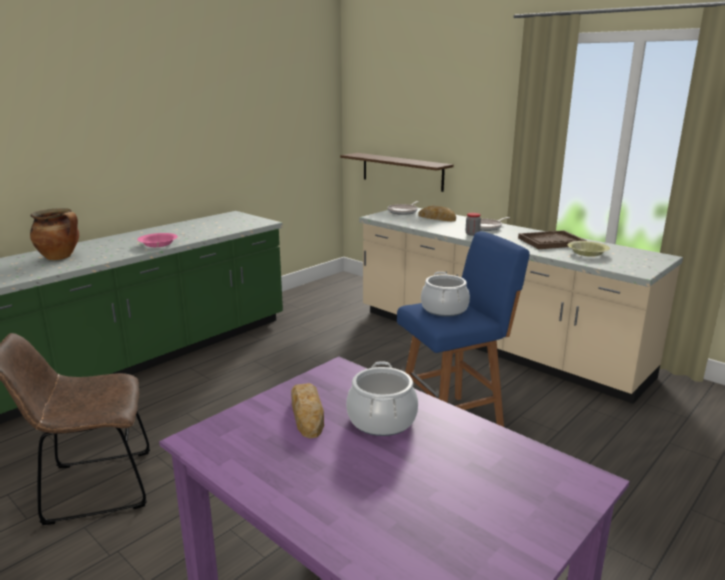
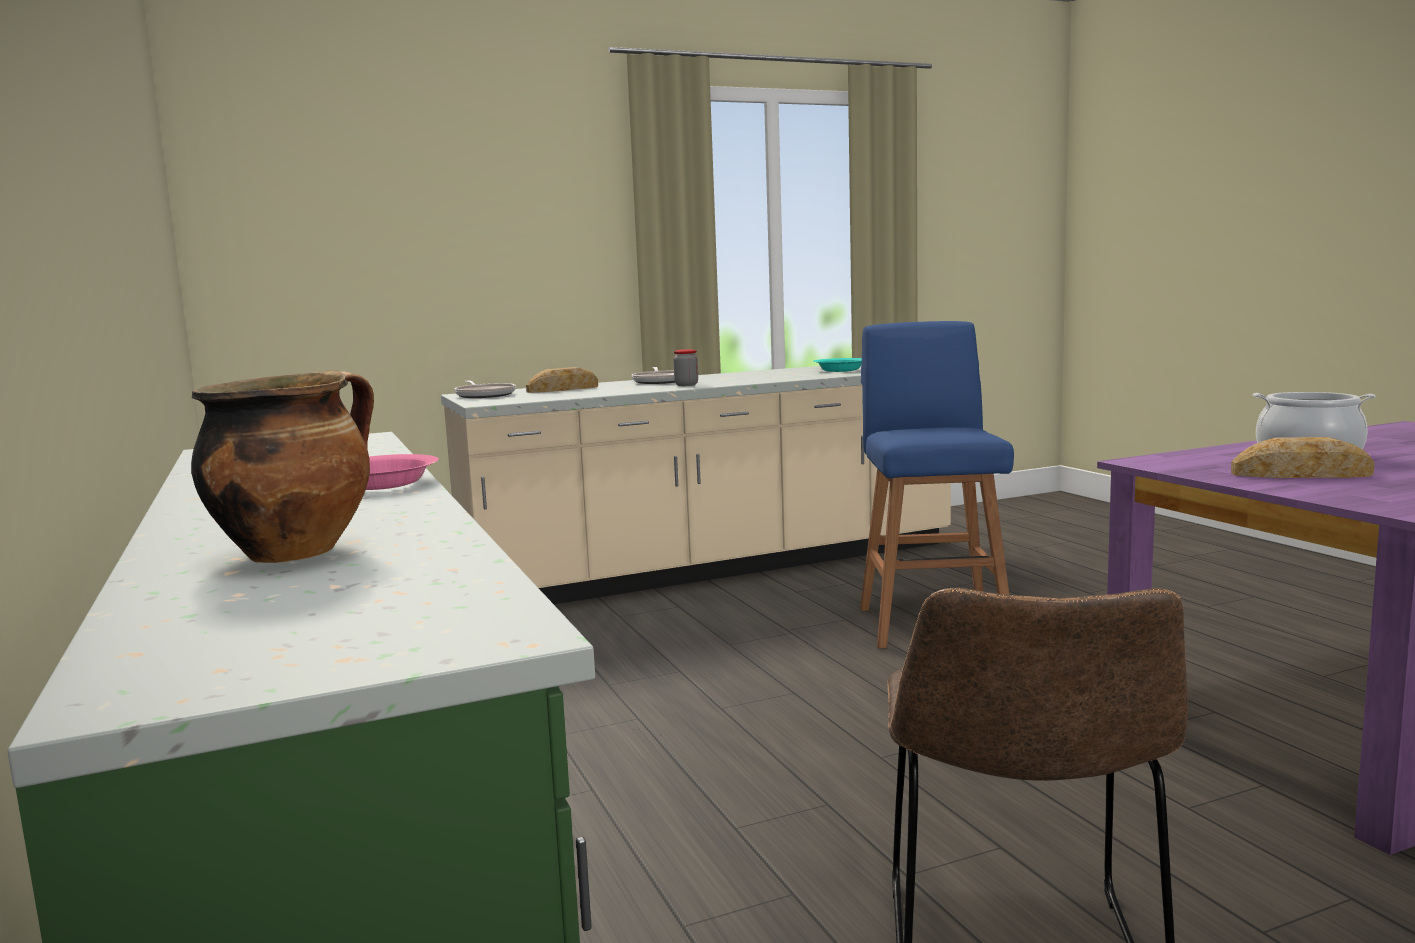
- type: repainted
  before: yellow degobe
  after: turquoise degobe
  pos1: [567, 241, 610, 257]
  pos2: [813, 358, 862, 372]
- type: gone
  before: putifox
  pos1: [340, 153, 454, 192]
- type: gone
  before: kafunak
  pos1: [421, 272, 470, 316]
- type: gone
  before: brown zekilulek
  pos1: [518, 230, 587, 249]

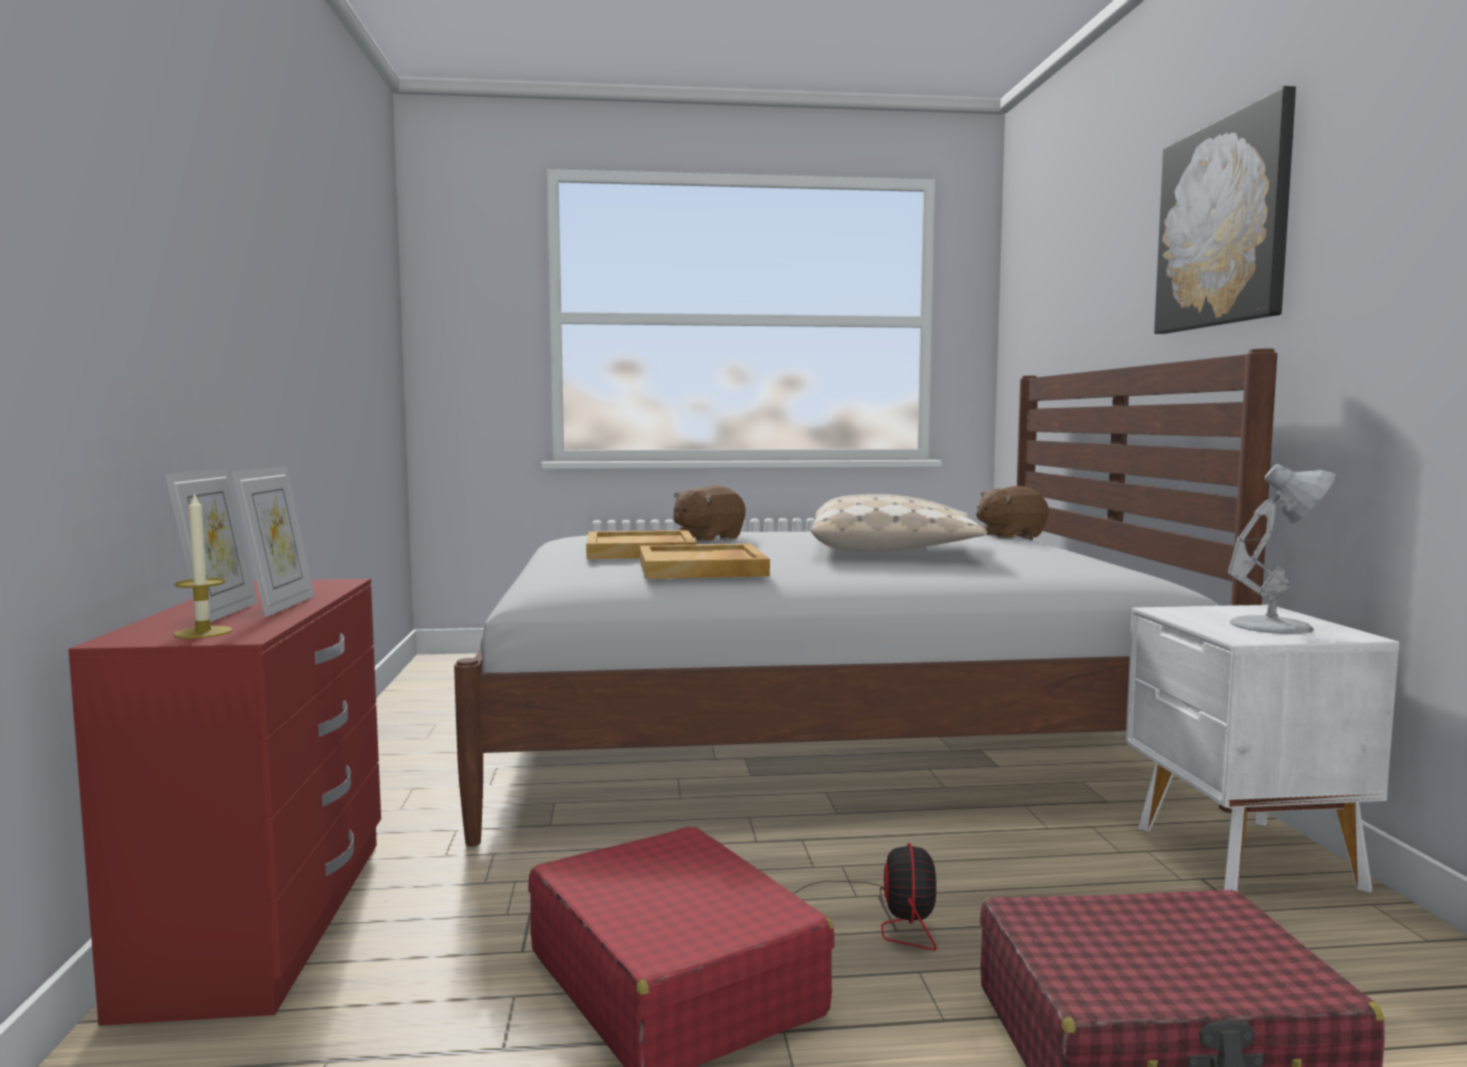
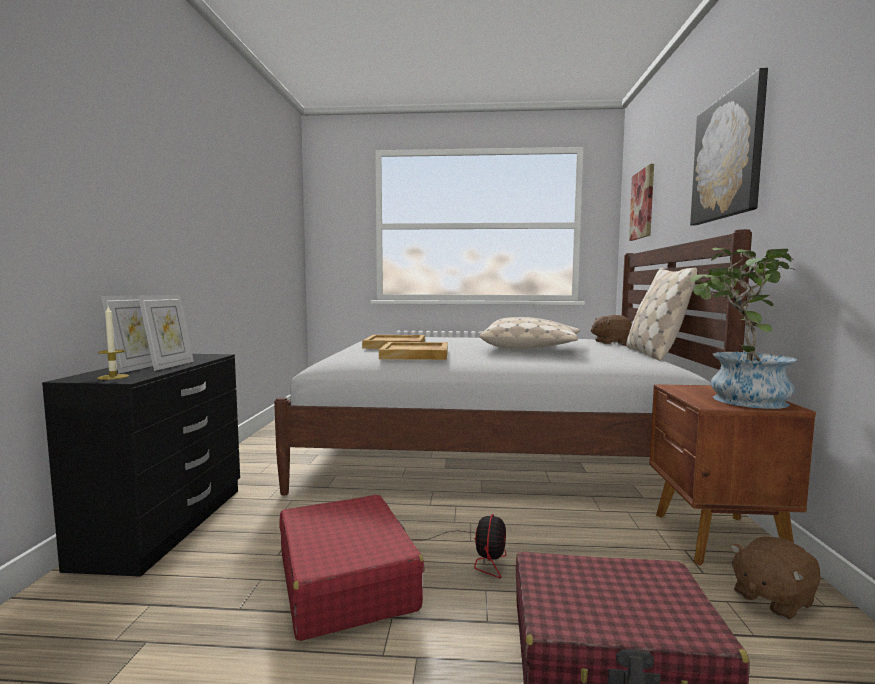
- type: repainted
  before: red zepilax
  after: black zepilax
  pos1: [68, 579, 381, 1026]
  pos2: [42, 354, 240, 577]
- type: new
  after: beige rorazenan
  pos2: [626, 267, 697, 361]
- type: new
  after: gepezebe
  pos2: [629, 164, 654, 241]
- type: repainted
  before: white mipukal
  after: brown mipukal
  pos1: [1126, 605, 1399, 893]
  pos2: [649, 384, 816, 566]
- type: swapped
  before: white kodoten
  after: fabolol
  pos1: [1228, 464, 1336, 634]
  pos2: [688, 248, 797, 409]
- type: shifted
  before: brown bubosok
  pos1: [673, 485, 746, 542]
  pos2: [730, 536, 821, 620]

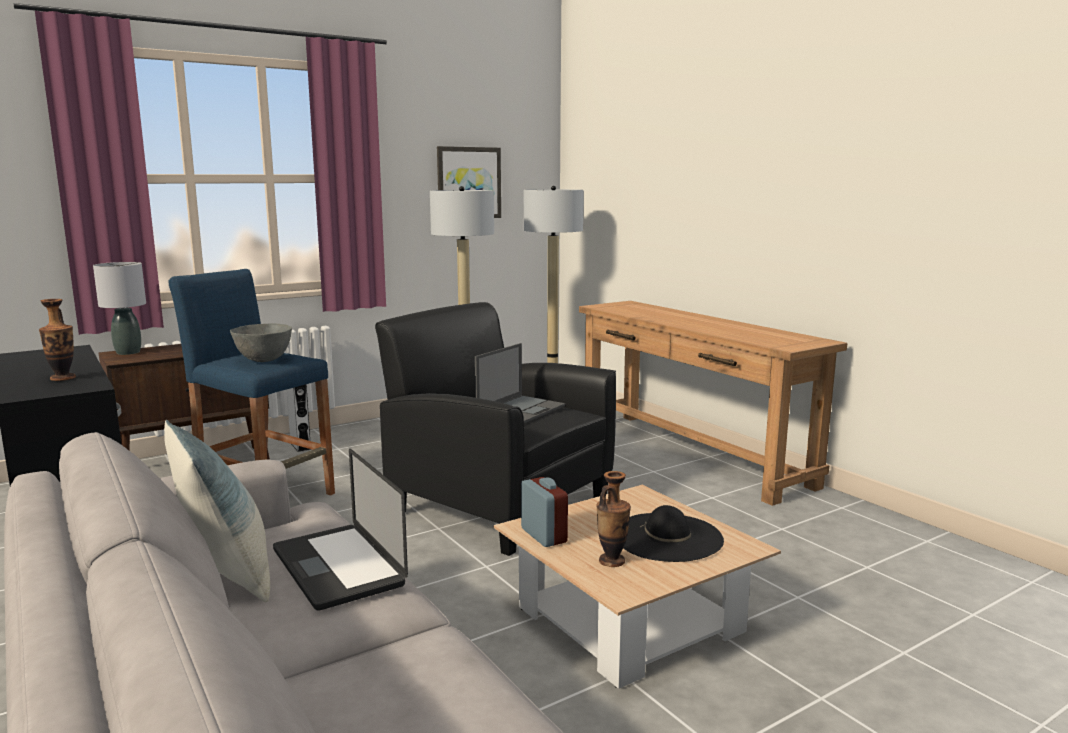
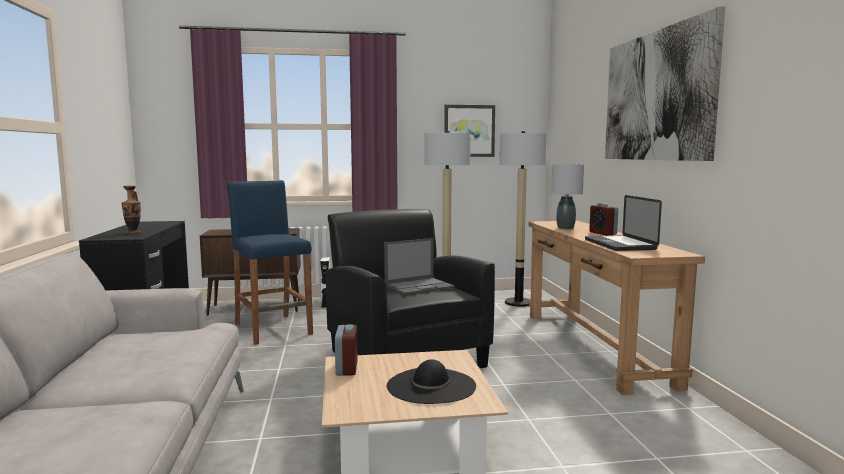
- type: shifted
  before: grey kodoten
  pos1: [93, 262, 146, 355]
  pos2: [551, 164, 584, 229]
- type: shifted
  before: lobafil
  pos1: [273, 449, 408, 611]
  pos2: [585, 195, 662, 251]
- type: new
  after: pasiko
  pos2: [589, 203, 618, 235]
- type: new
  after: gepezebe
  pos2: [605, 7, 725, 161]
- type: gone
  before: rorazenan
  pos1: [164, 420, 270, 602]
- type: gone
  before: grey degobe
  pos1: [230, 323, 292, 362]
- type: gone
  before: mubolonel
  pos1: [596, 471, 631, 567]

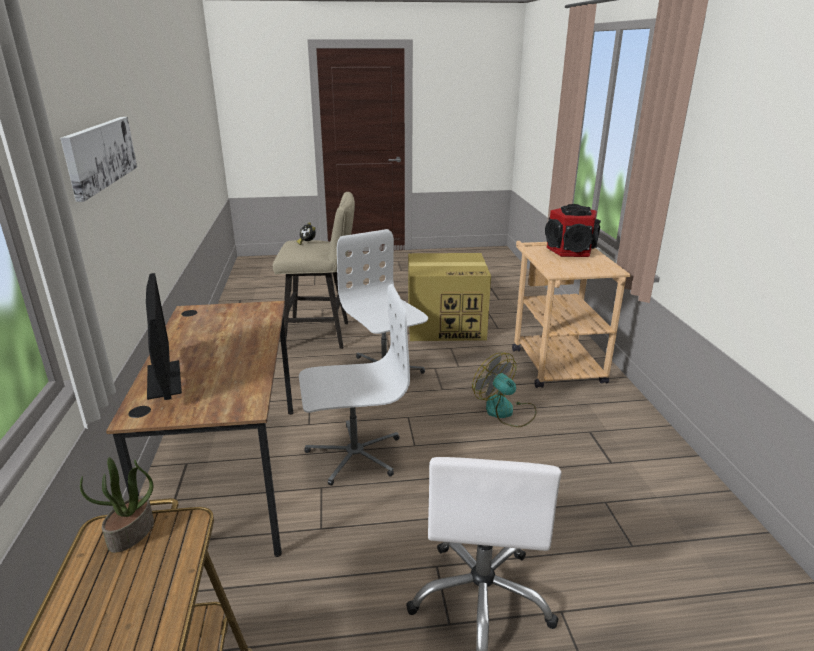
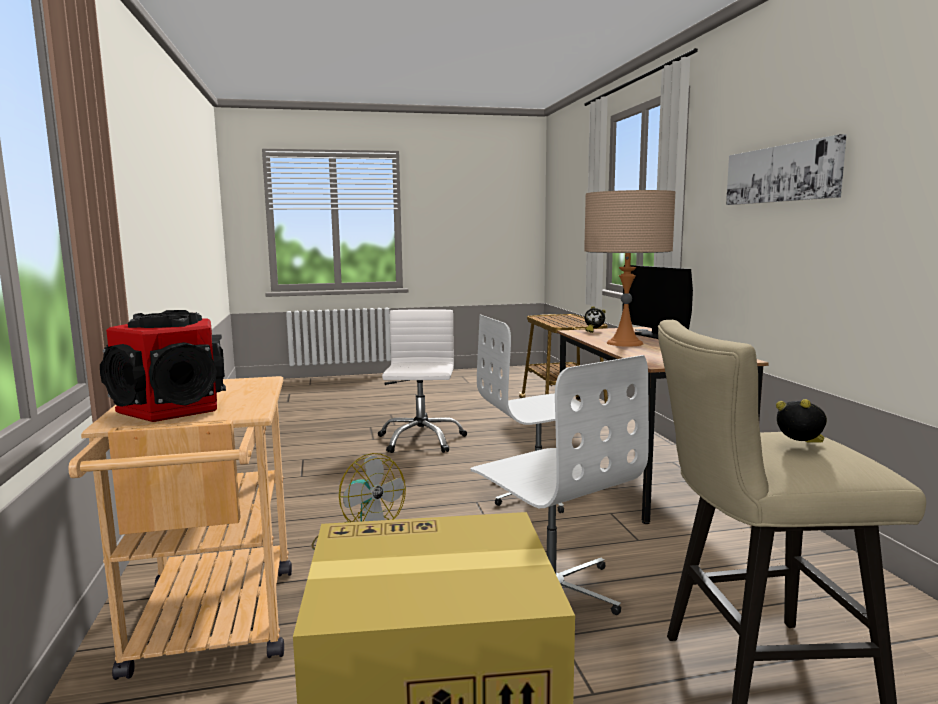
- type: new
  after: beige kodoten
  pos2: [584, 190, 675, 347]
- type: new
  after: pasiko
  pos2: [584, 306, 606, 333]
- type: gone
  before: fabolol
  pos1: [80, 457, 154, 553]

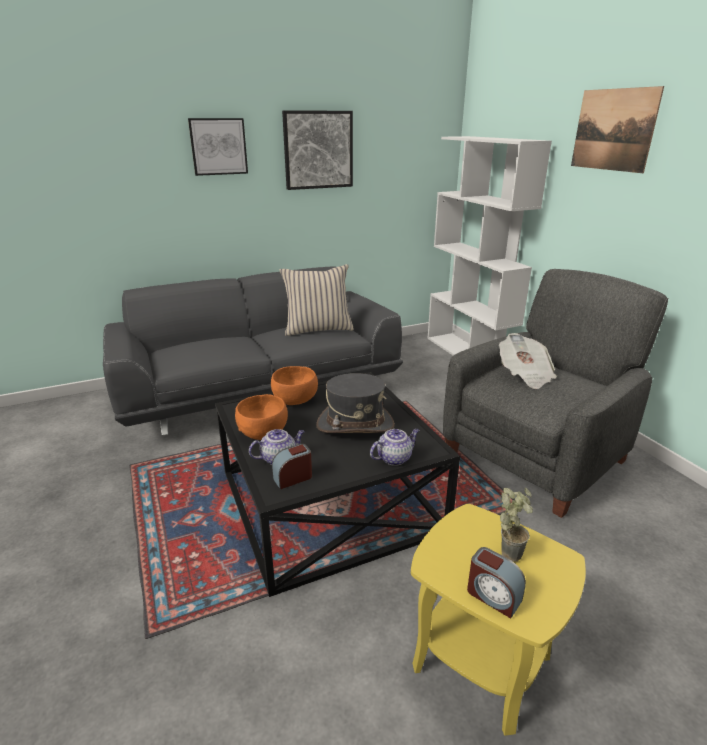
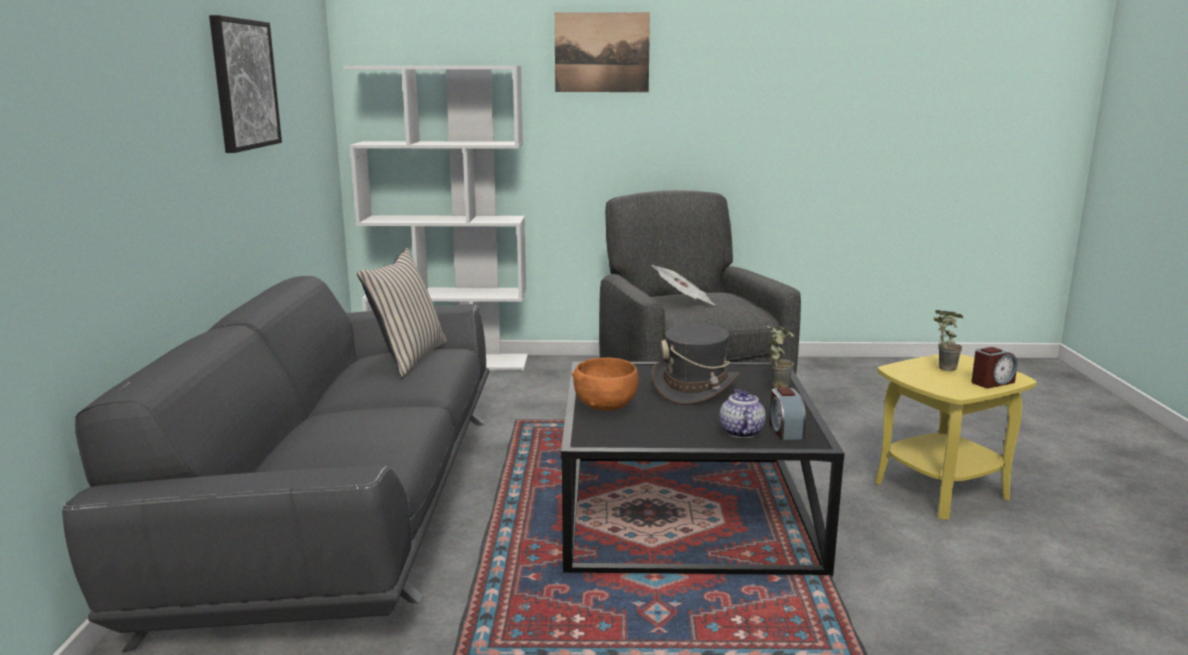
- type: swapped
  before: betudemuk
  after: fabolol
  pos1: [370, 429, 419, 466]
  pos2: [767, 326, 795, 388]
- type: gone
  before: gepezebe
  pos1: [188, 118, 248, 176]
- type: gone
  before: orange degobe
  pos1: [235, 394, 288, 440]

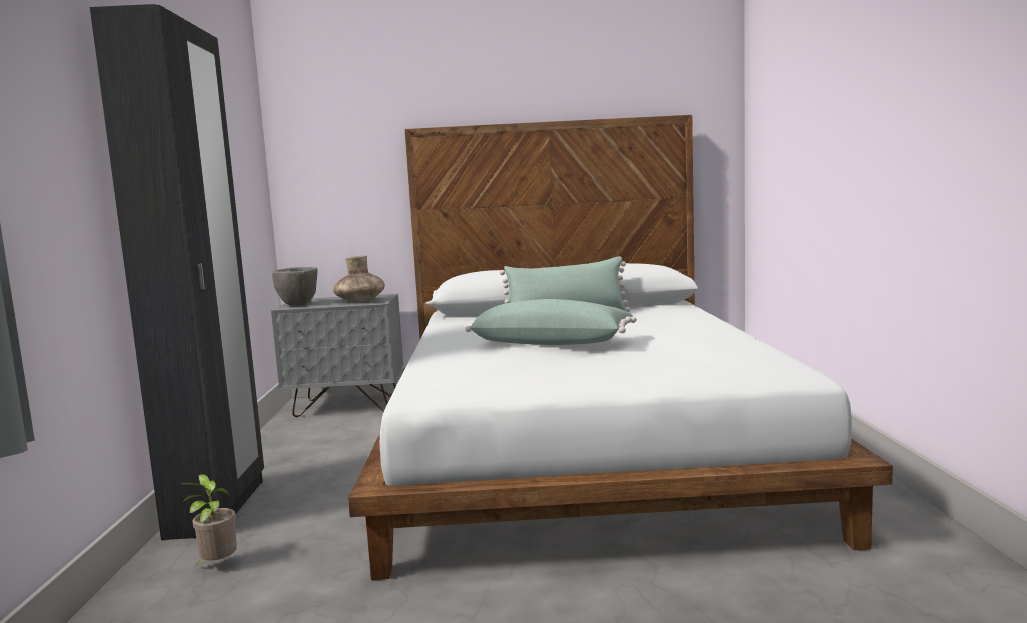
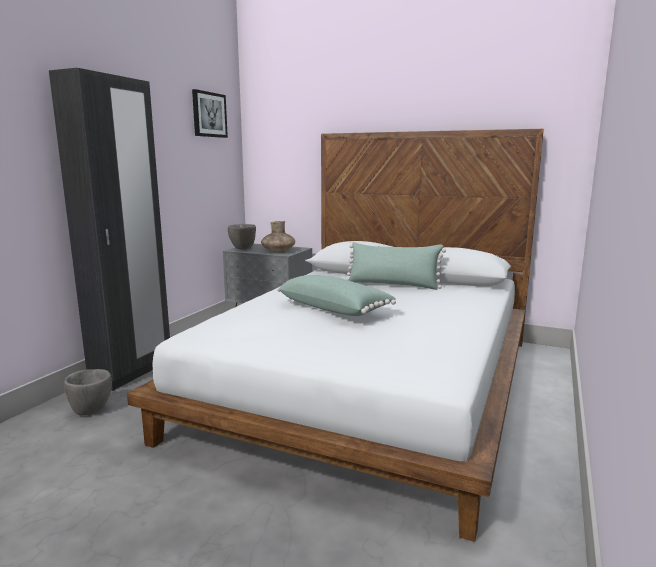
- type: swapped
  before: fabolol
  after: grey degobe
  pos1: [180, 474, 237, 566]
  pos2: [64, 369, 112, 415]
- type: new
  after: gepezebe
  pos2: [192, 89, 228, 138]

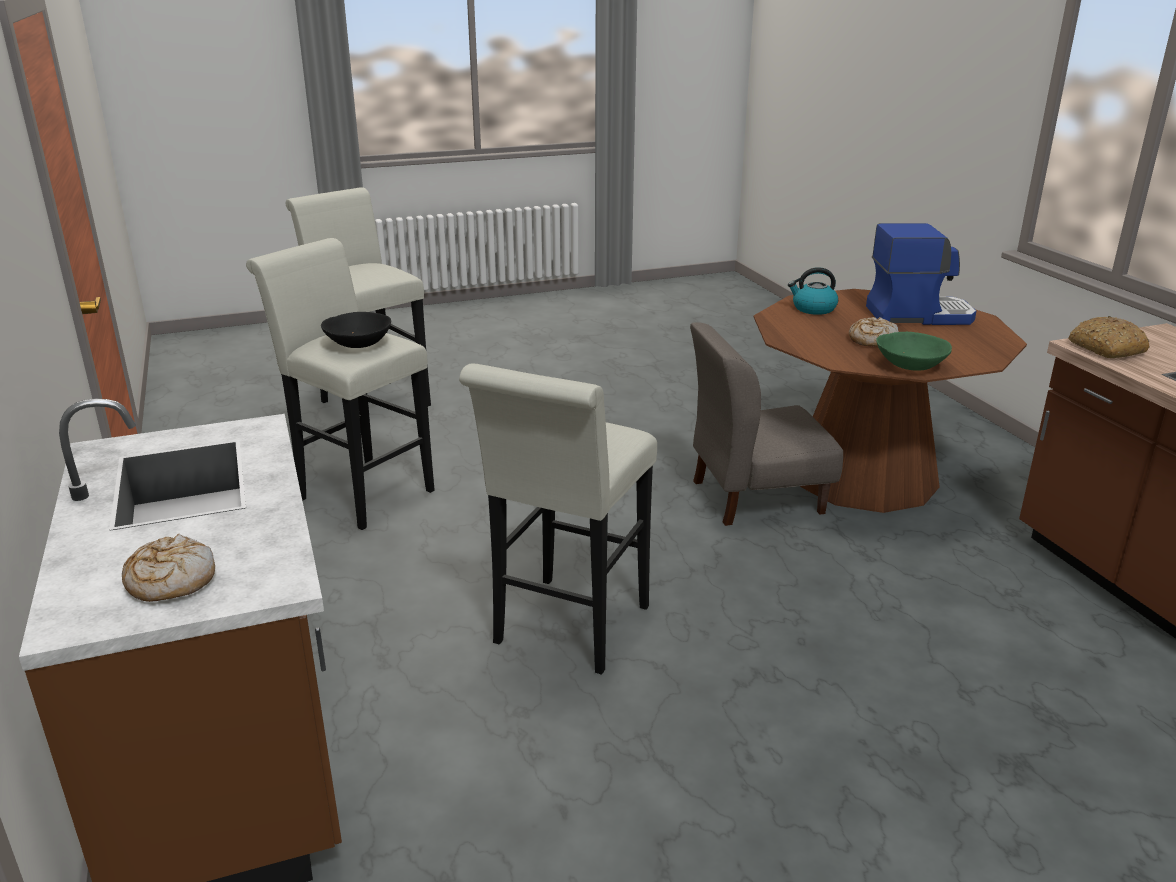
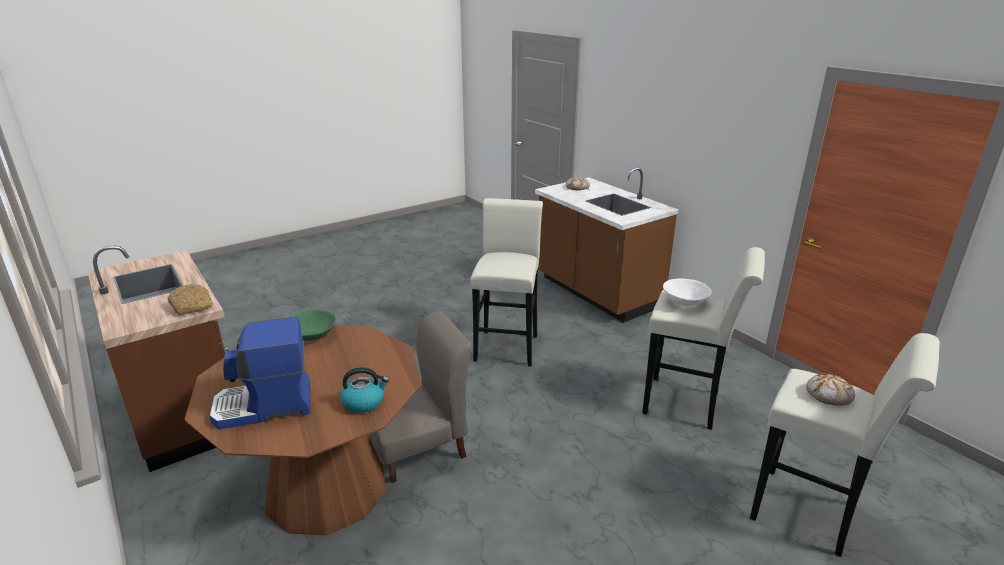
- type: repainted
  before: black degobe
  after: white degobe
  pos1: [321, 312, 391, 348]
  pos2: [663, 278, 712, 306]
- type: shifted
  before: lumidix
  pos1: [849, 317, 899, 346]
  pos2: [806, 373, 855, 406]

